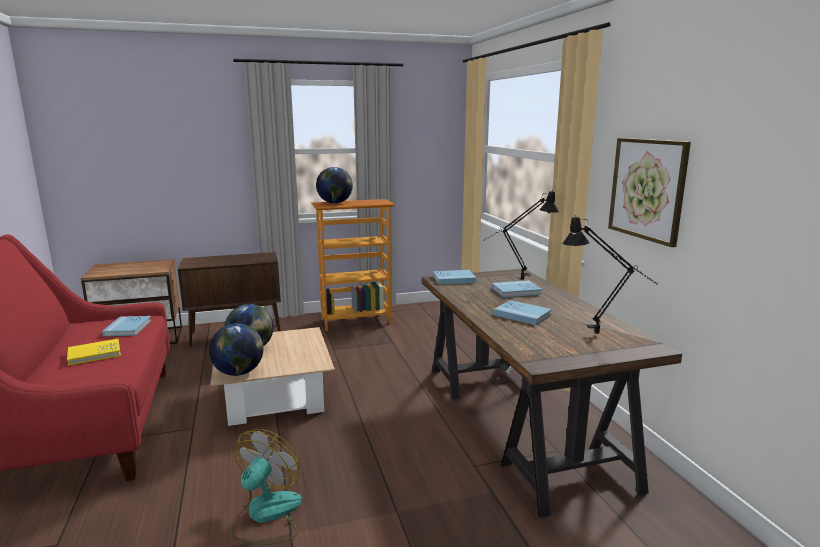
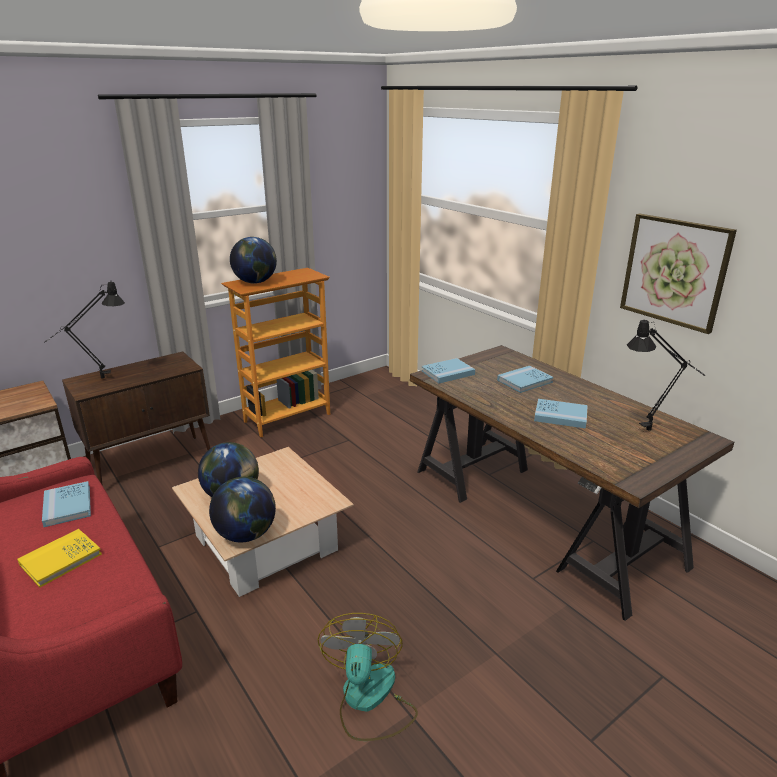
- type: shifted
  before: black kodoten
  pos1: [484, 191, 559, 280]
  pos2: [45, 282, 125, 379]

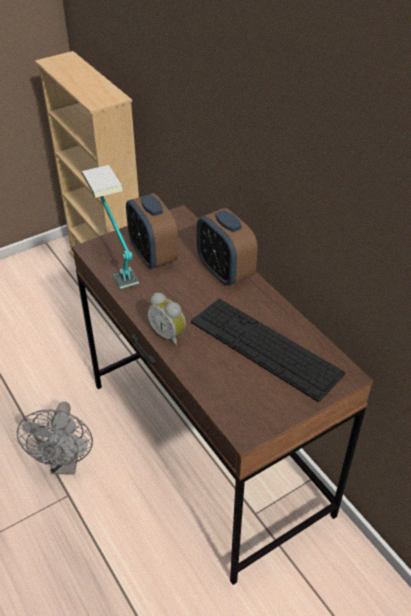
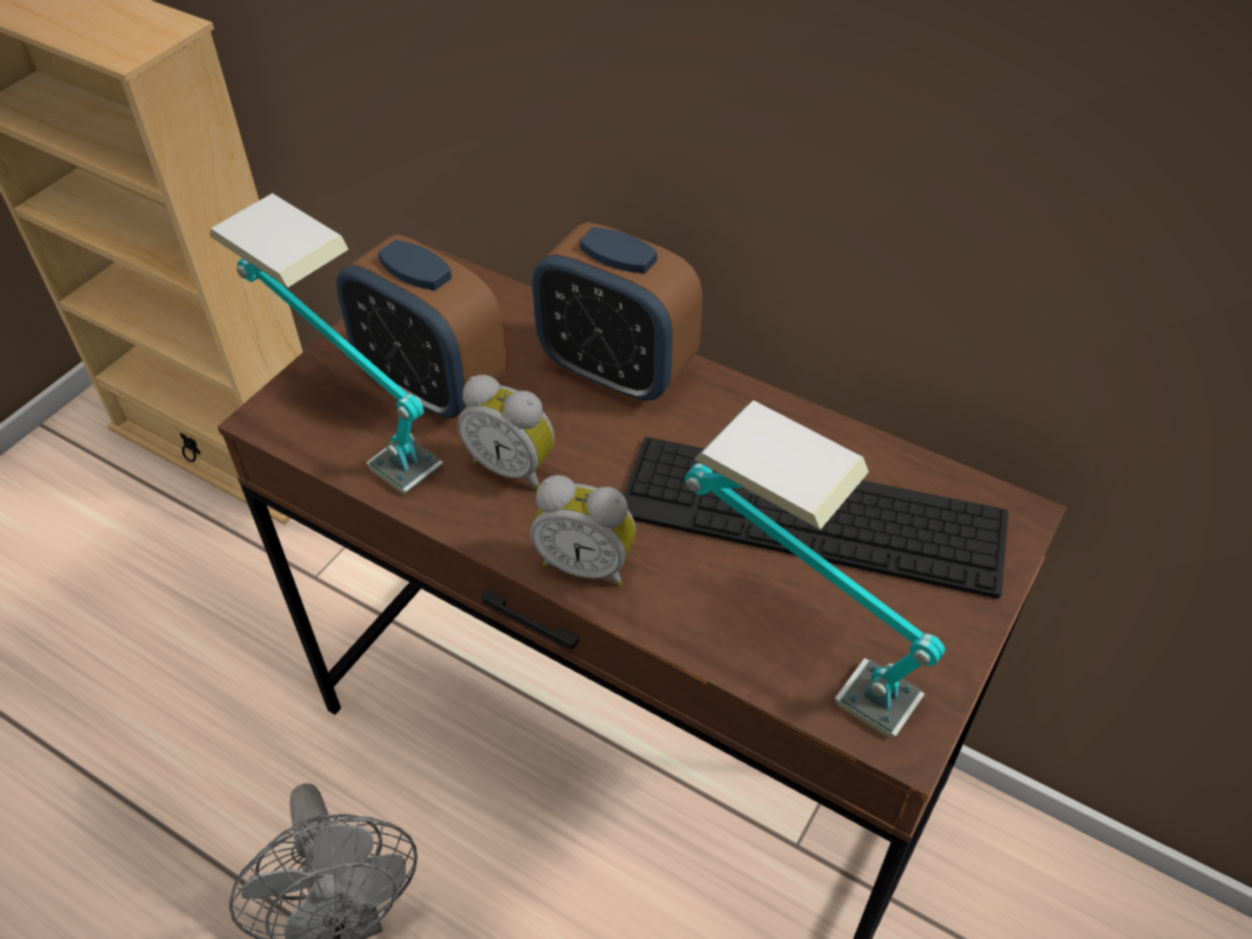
- type: new
  after: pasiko
  pos2: [458, 375, 554, 490]
- type: new
  after: kodoten
  pos2: [684, 400, 945, 738]

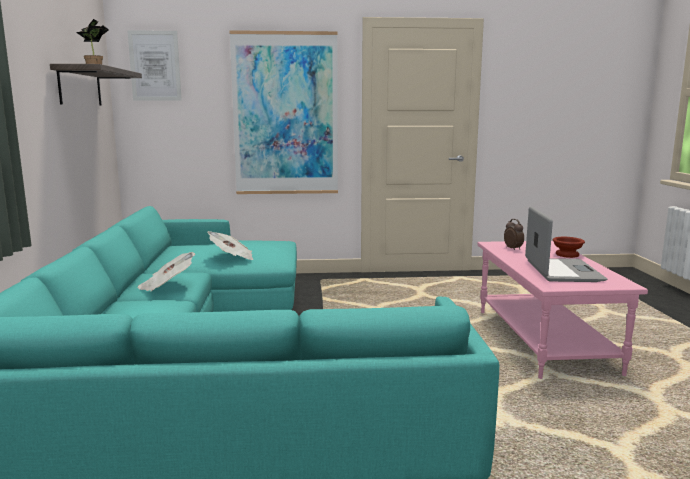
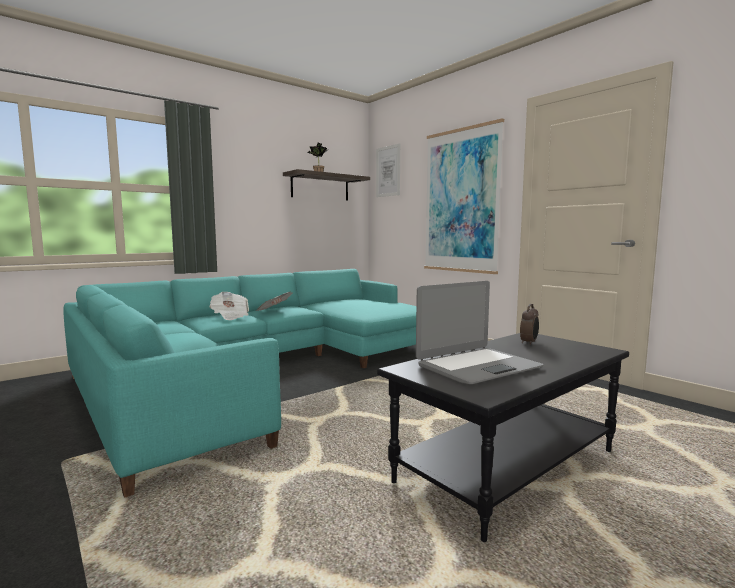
- type: shifted
  before: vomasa
  pos1: [207, 231, 253, 260]
  pos2: [210, 292, 249, 320]
- type: repainted
  before: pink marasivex
  after: black marasivex
  pos1: [477, 241, 648, 379]
  pos2: [377, 333, 629, 542]
- type: gone
  before: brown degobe
  pos1: [553, 237, 585, 258]

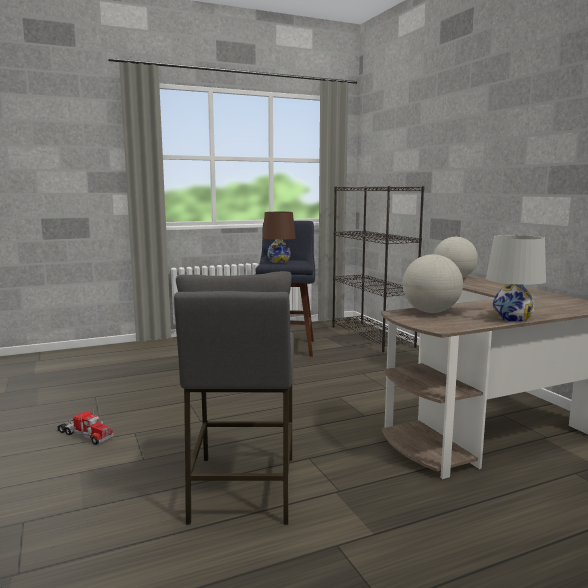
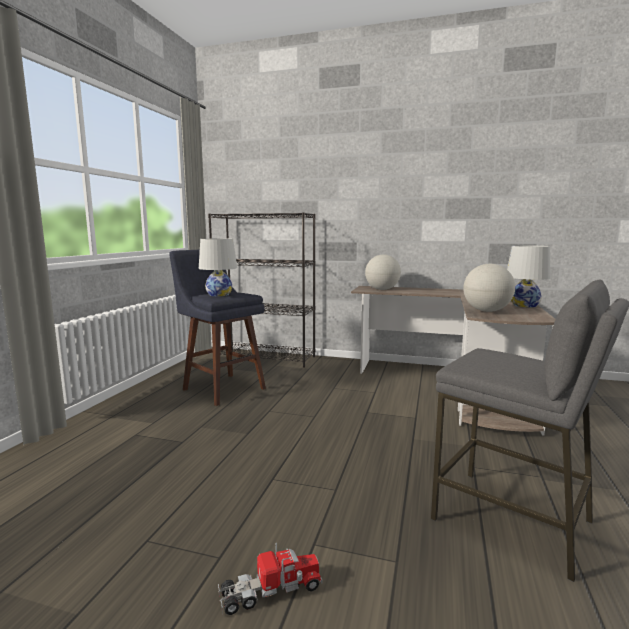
- type: repainted
  before: brown kodoten
  after: white kodoten
  pos1: [262, 212, 296, 263]
  pos2: [199, 238, 237, 296]

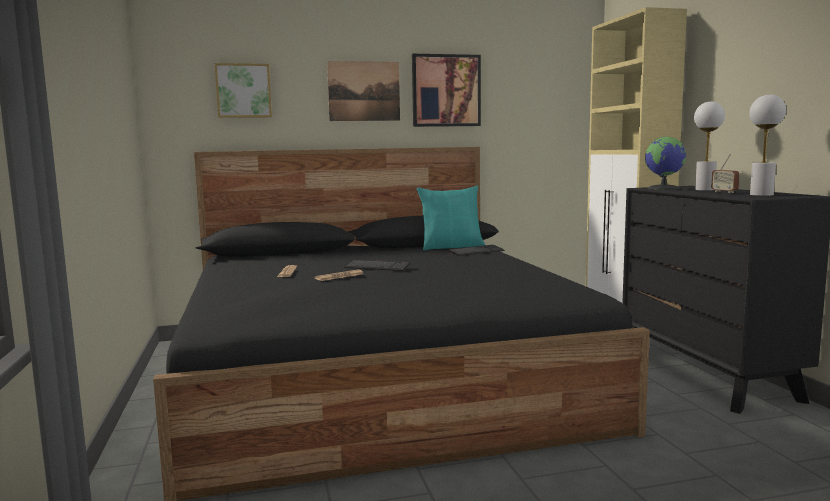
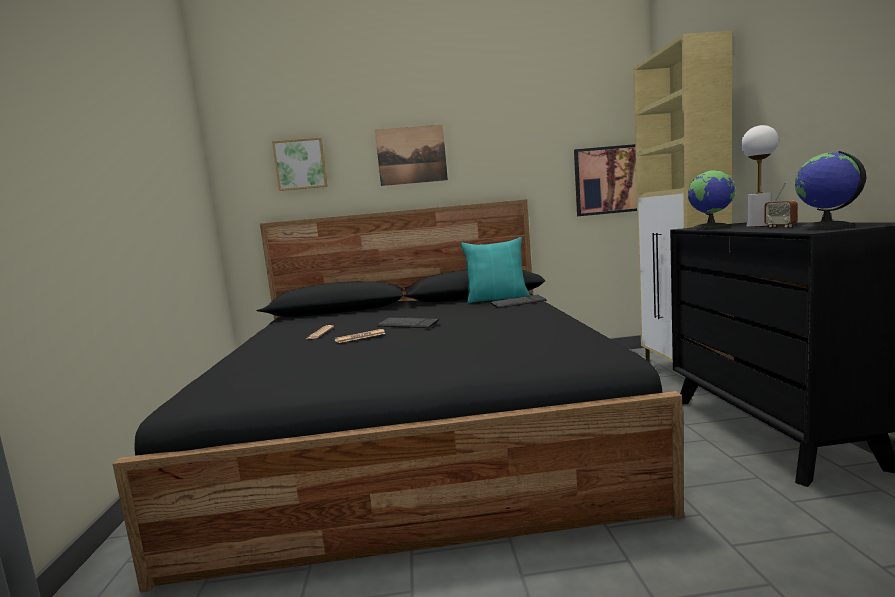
- type: shifted
  before: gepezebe
  pos1: [412, 54, 481, 127]
  pos2: [574, 144, 637, 216]
- type: swapped
  before: white kodoten
  after: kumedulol
  pos1: [749, 95, 786, 196]
  pos2: [795, 151, 866, 229]

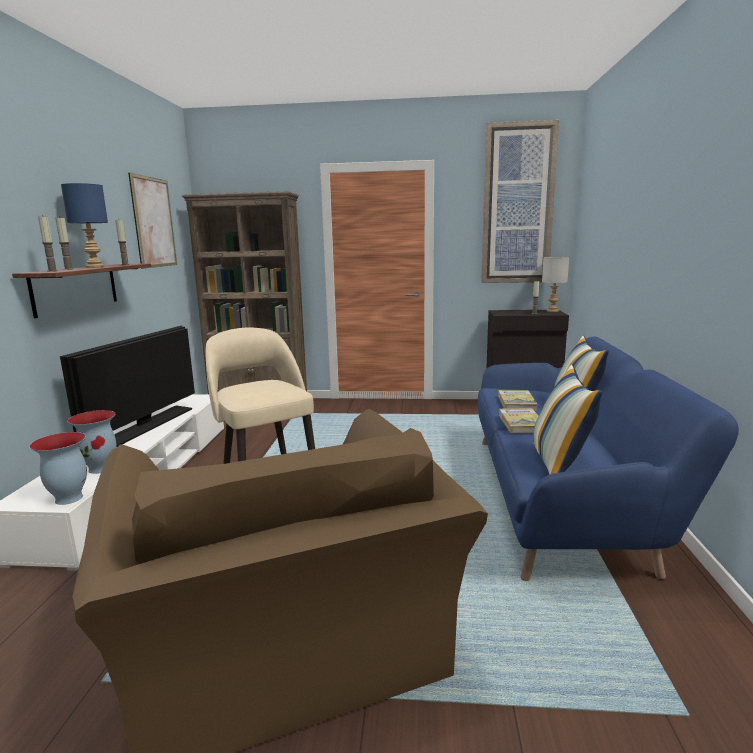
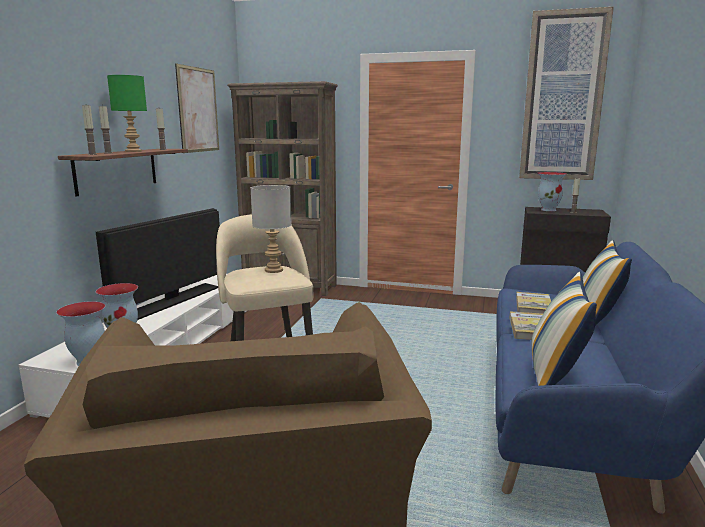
- type: repainted
  before: blue kodoten
  after: green kodoten
  pos1: [61, 183, 108, 268]
  pos2: [107, 75, 147, 152]
- type: shifted
  before: grey kodoten
  pos1: [542, 257, 569, 312]
  pos2: [251, 185, 292, 273]
- type: new
  after: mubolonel
  pos2: [538, 172, 567, 211]

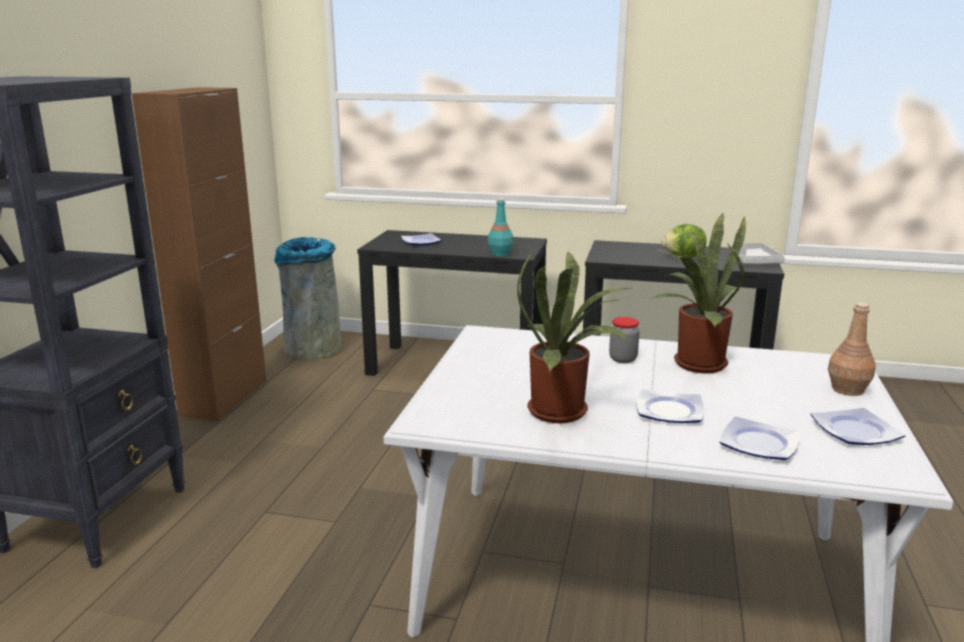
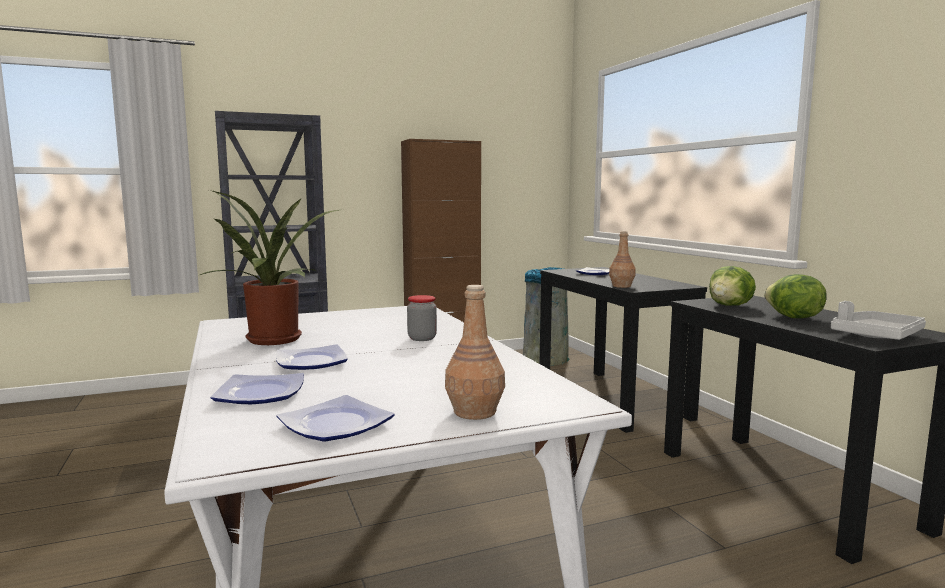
- type: repainted
  before: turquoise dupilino
  after: brown dupilino
  pos1: [488, 199, 513, 256]
  pos2: [609, 231, 636, 288]
- type: new
  after: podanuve
  pos2: [709, 266, 756, 306]
- type: gone
  before: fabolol
  pos1: [653, 213, 746, 374]

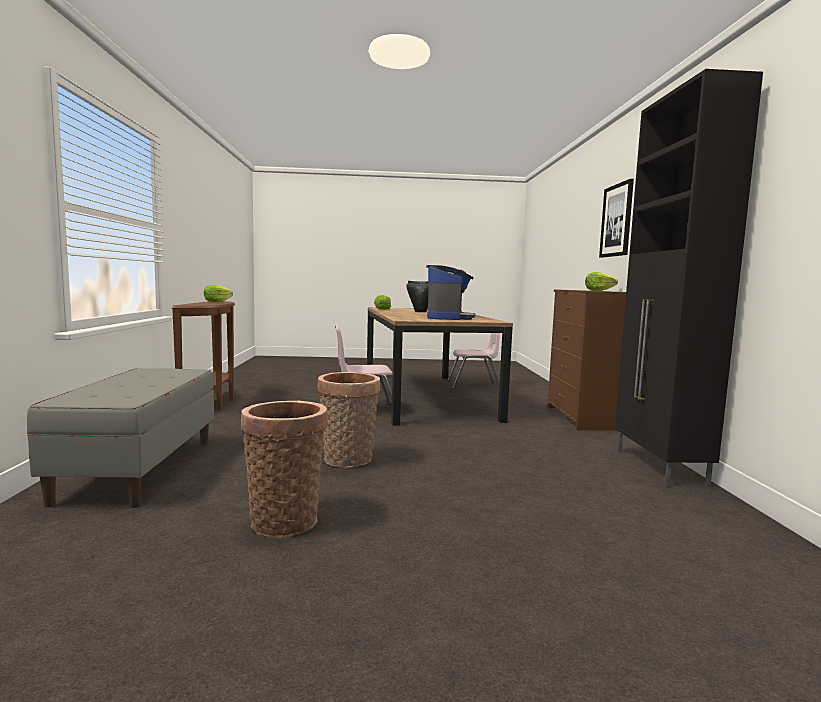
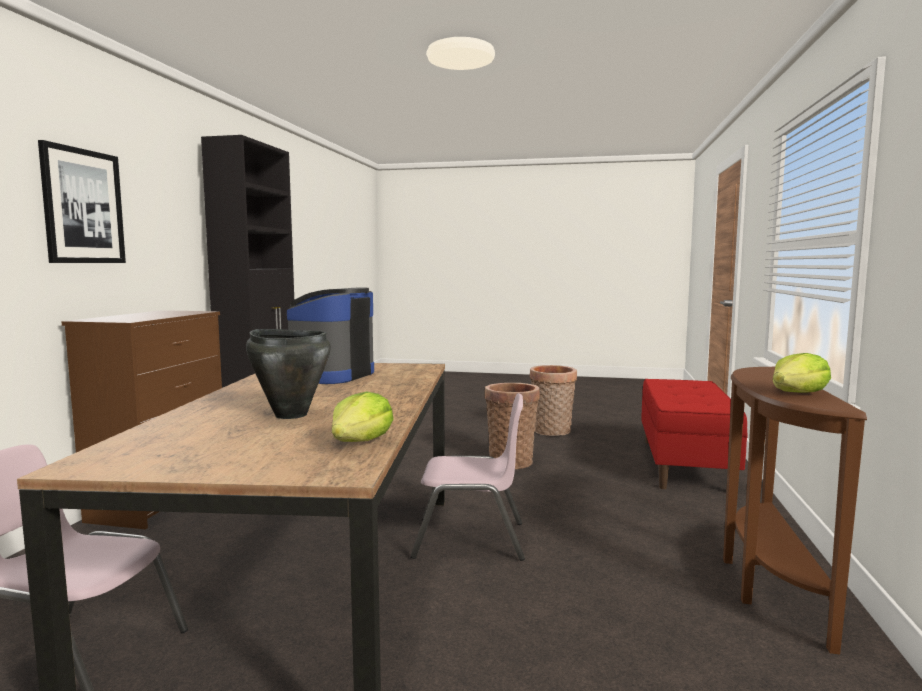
- type: repainted
  before: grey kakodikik
  after: red kakodikik
  pos1: [27, 368, 214, 508]
  pos2: [641, 379, 747, 489]
- type: gone
  before: podanuve
  pos1: [585, 272, 618, 291]

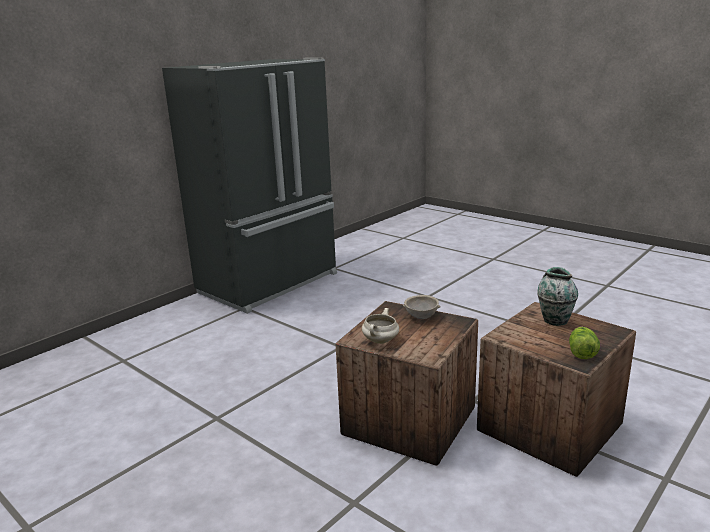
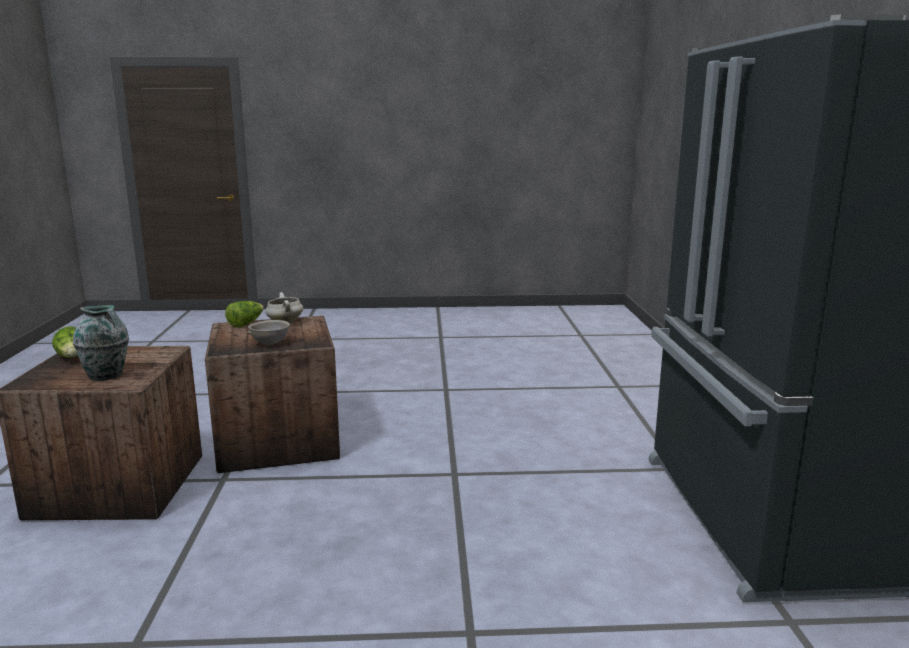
- type: new
  after: podanuve
  pos2: [225, 301, 264, 327]

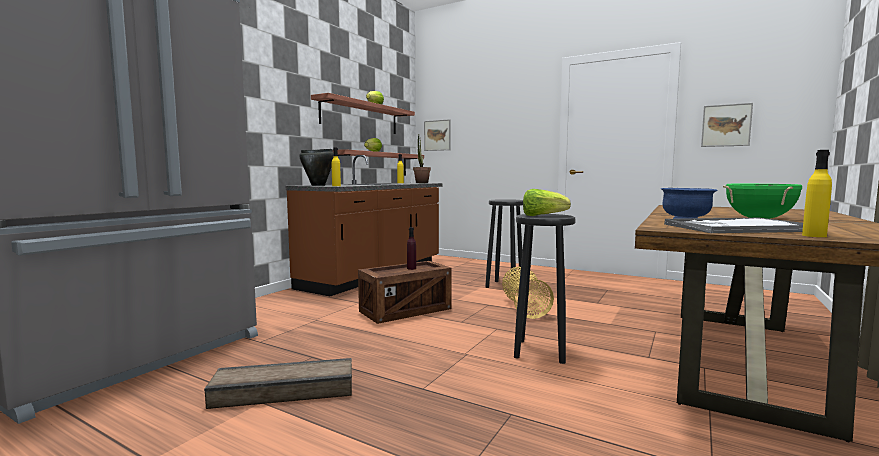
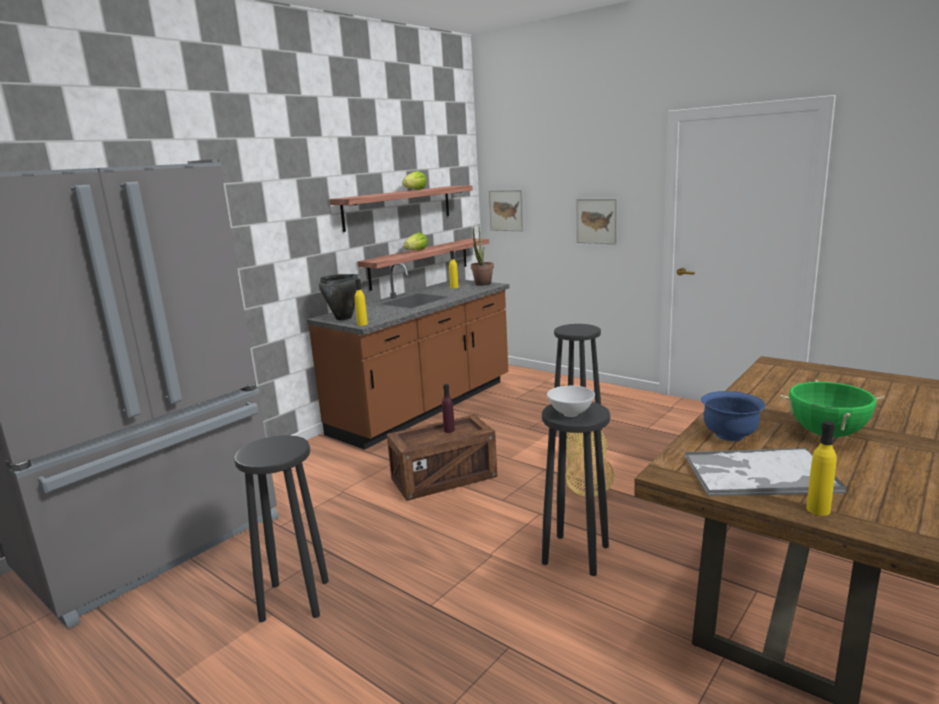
- type: swapped
  before: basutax
  after: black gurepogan
  pos1: [204, 358, 352, 409]
  pos2: [234, 435, 329, 622]
- type: swapped
  before: podanuve
  after: white degobe
  pos1: [523, 189, 571, 216]
  pos2: [547, 386, 595, 417]
- type: shifted
  before: gepezebe
  pos1: [701, 103, 753, 147]
  pos2: [577, 199, 617, 245]

